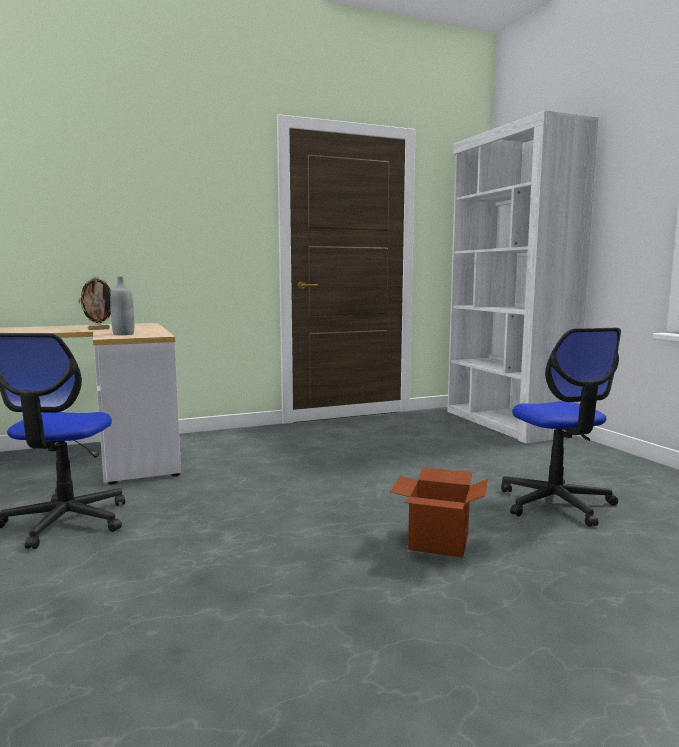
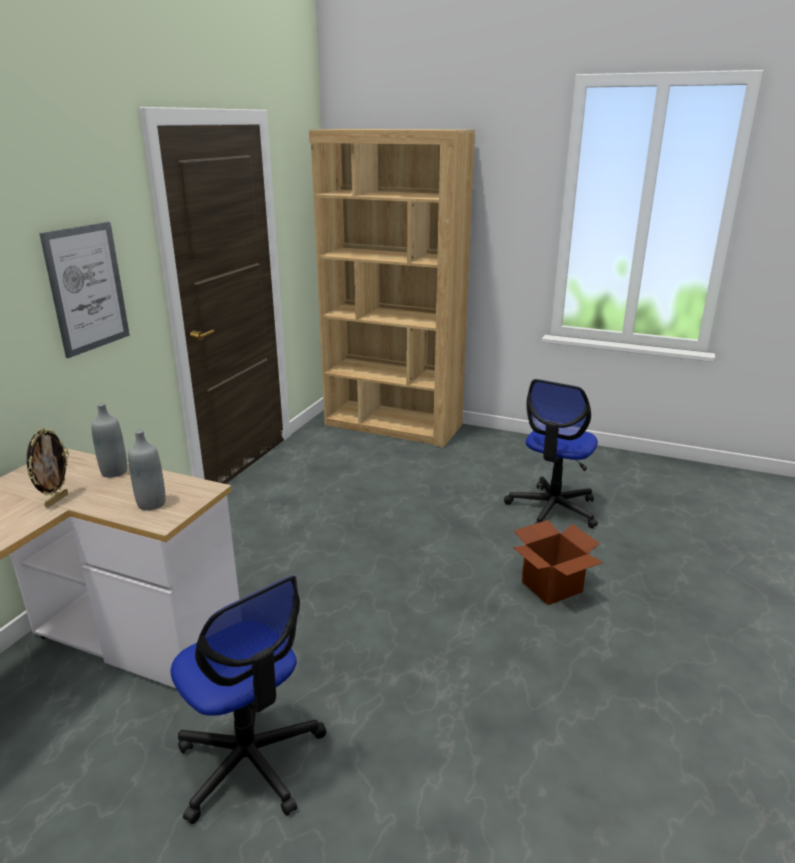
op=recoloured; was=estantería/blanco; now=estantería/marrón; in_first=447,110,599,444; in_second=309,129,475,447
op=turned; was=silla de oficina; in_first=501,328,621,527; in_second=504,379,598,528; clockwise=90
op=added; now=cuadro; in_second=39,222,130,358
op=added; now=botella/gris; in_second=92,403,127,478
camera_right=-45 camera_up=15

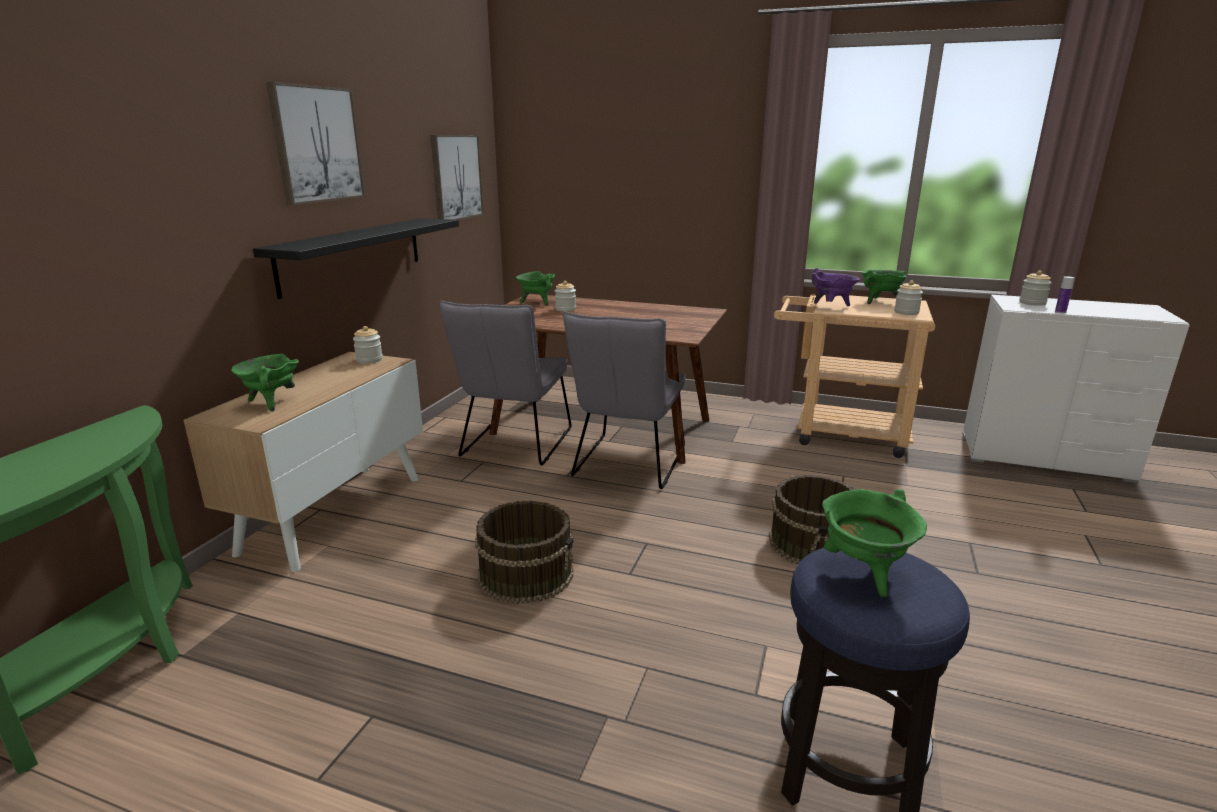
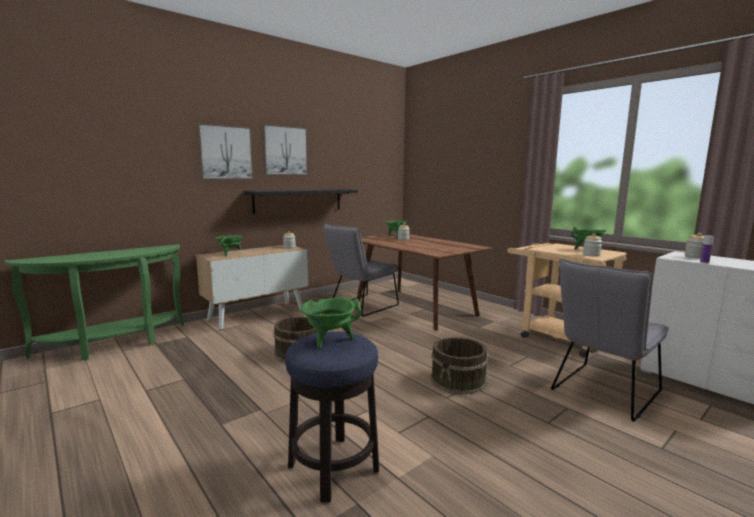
op=moved; was=cuadro; in_first=430,135,484,220; in_second=197,123,254,179
op=removed; was=olla/morado; in_first=811,268,860,306
op=moved; was=silla/gris; in_first=562,311,686,489; in_second=551,259,669,422
camera_right=30 camera_up=-10

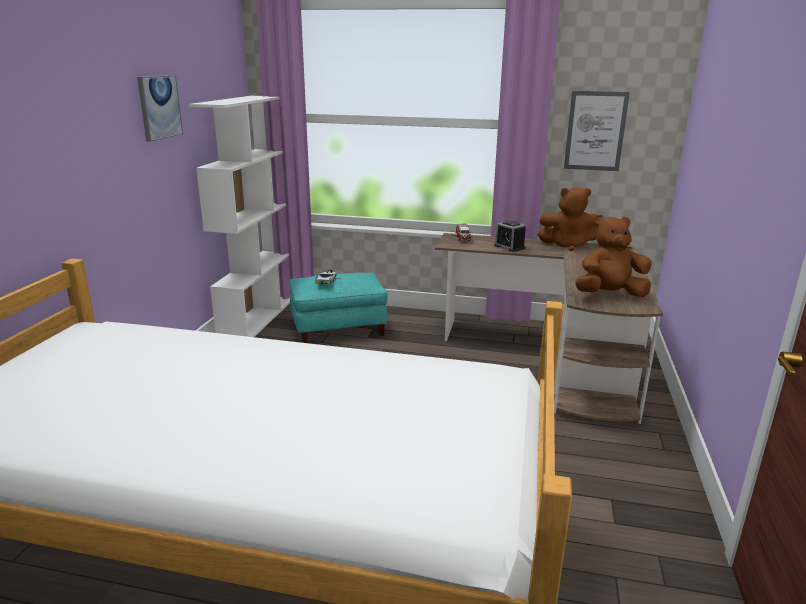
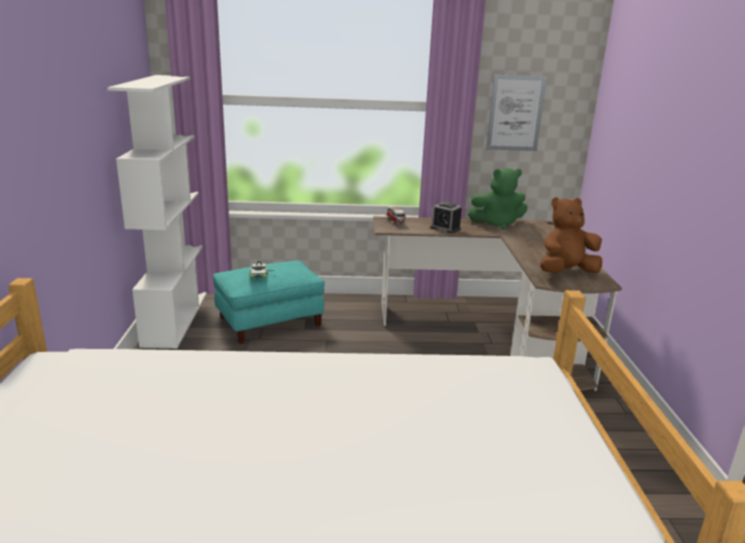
op=removed; was=cuadro; in_first=137,75,183,142
op=recoloured; was=peluche/marrón; now=peluche/verde; in_first=538,187,598,251; in_second=468,168,528,229
camera_right=-15 camera_up=0

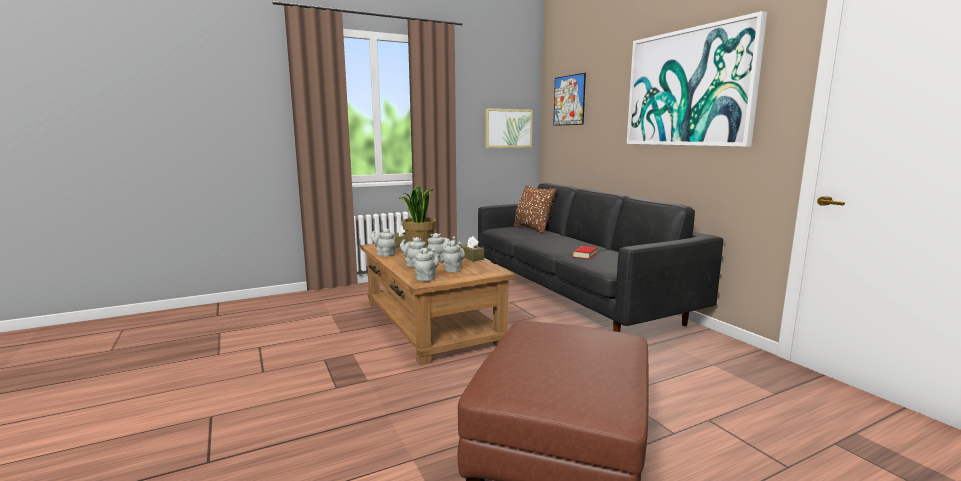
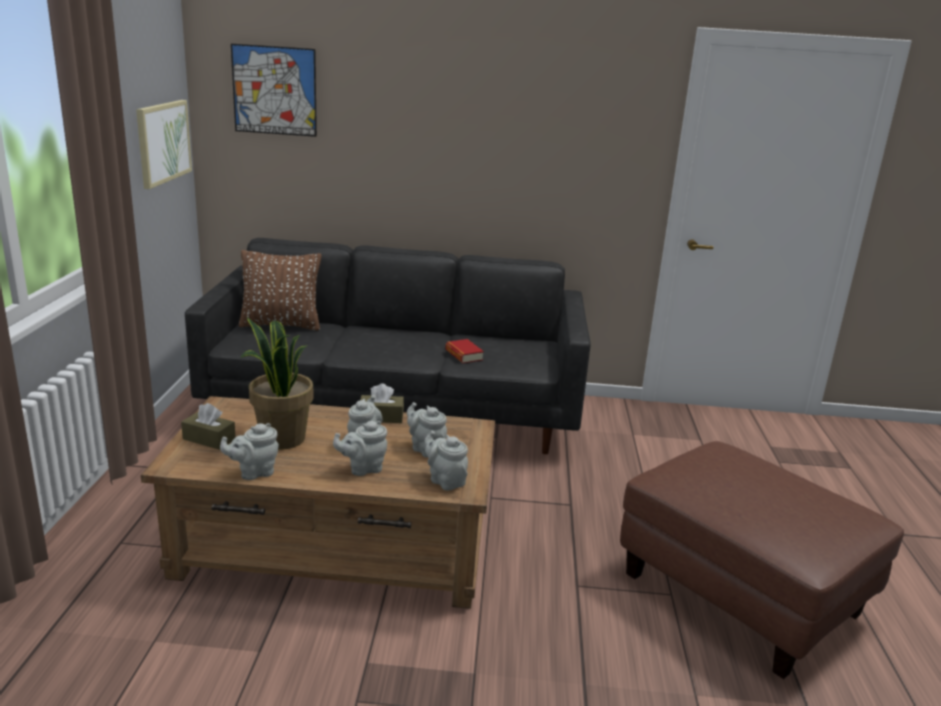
op=removed; was=cuadro; in_first=627,11,767,147
camera_right=-60 camera_up=10

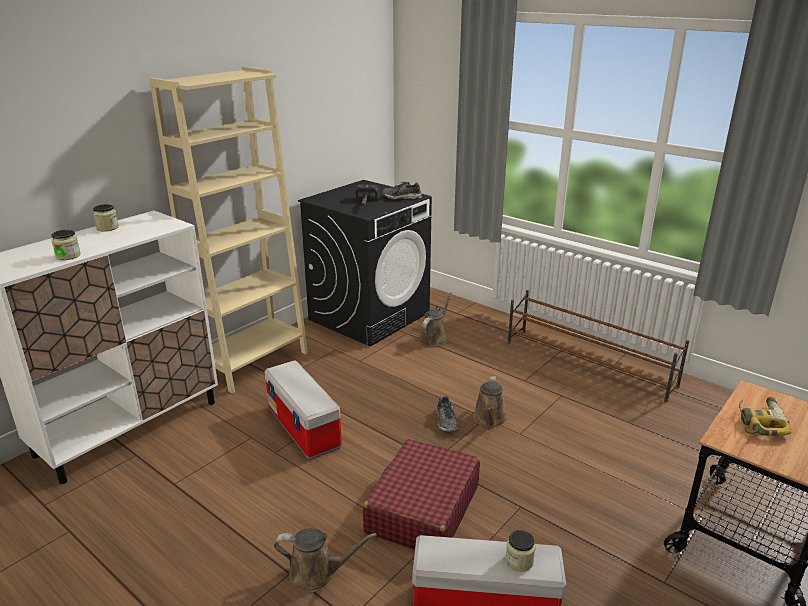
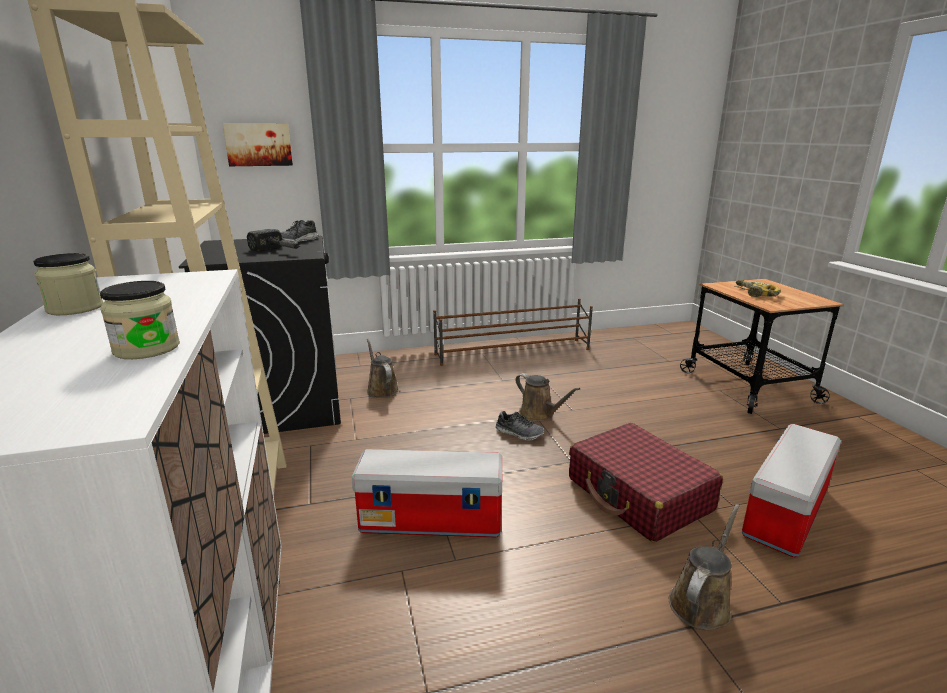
op=removed; was=tarro; in_first=505,530,536,572
op=added; now=cuadro; in_second=222,123,293,166
camera_right=-55 camera_up=-5

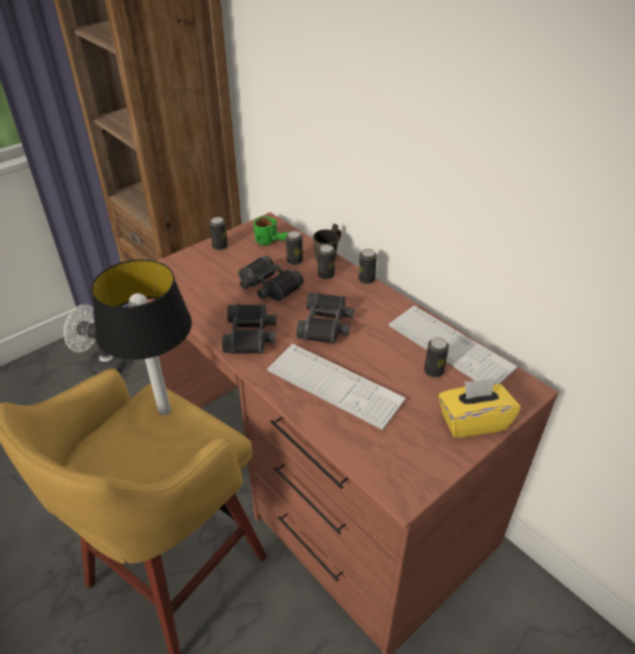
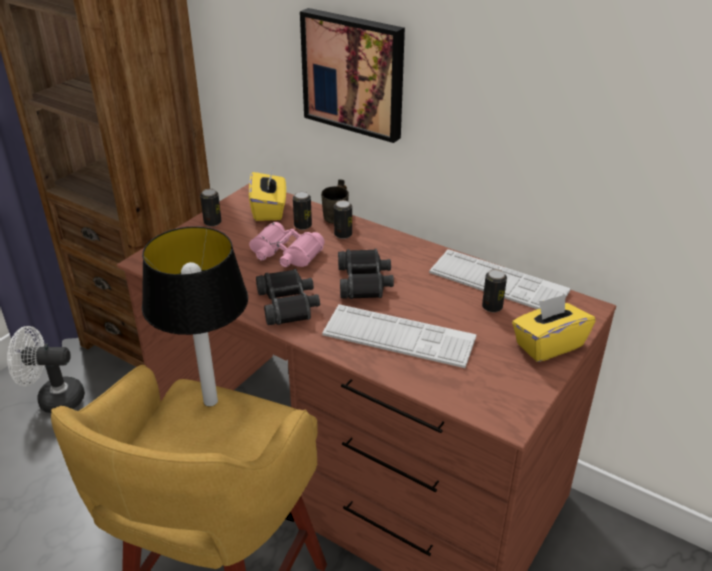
op=replaced; was=taza grande/verde; now=caja de pañuelos/amarillo; in_first=253,216,288,246; in_second=249,166,286,221
op=removed; was=lata; in_first=358,249,377,284
op=recoloured; was=prismáticos/negro; now=prismáticos/rosa; in_first=238,255,304,301; in_second=249,222,325,267
op=added; now=cuadro; in_second=300,8,405,143
camera_right=-15 camera_up=-5

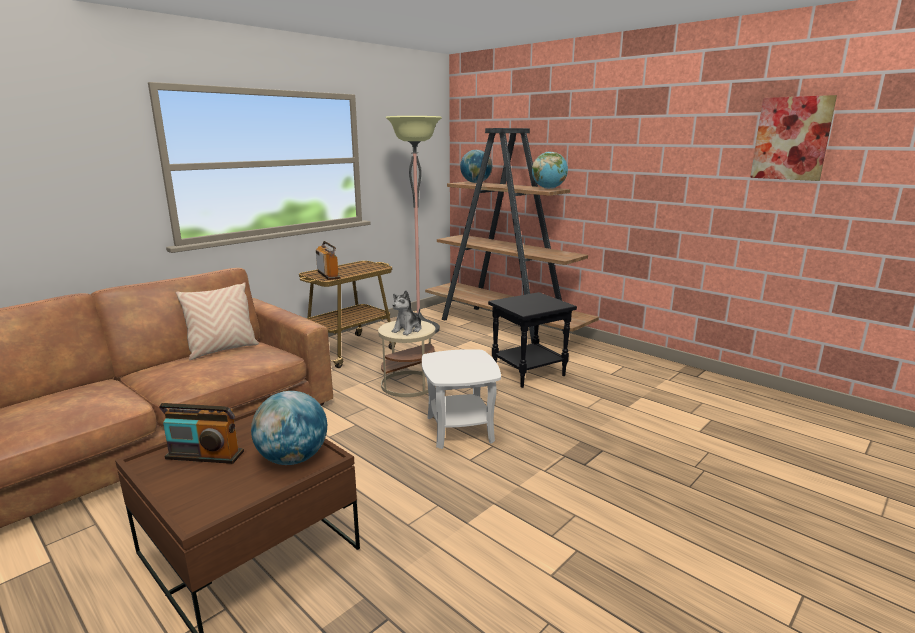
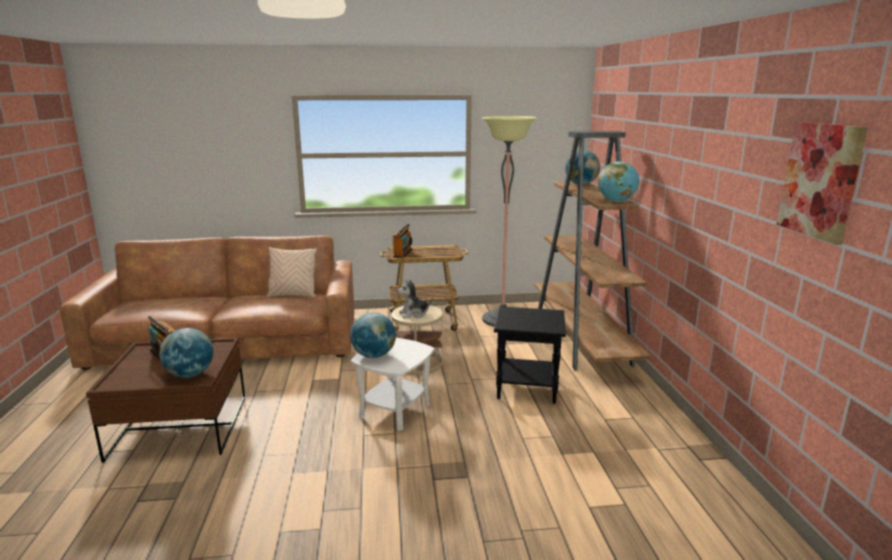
op=added; now=globo terráqueo; in_second=350,313,396,358
camera_right=40 camera_up=0

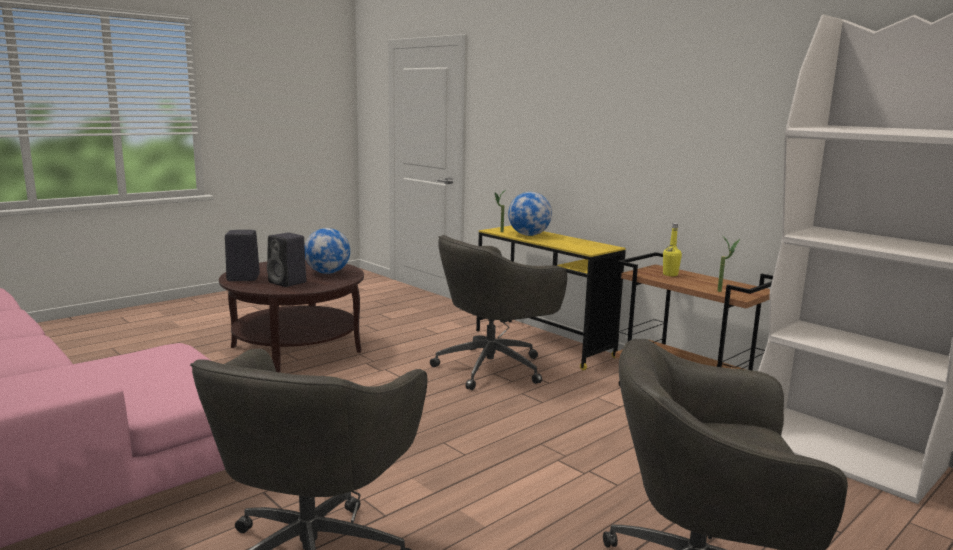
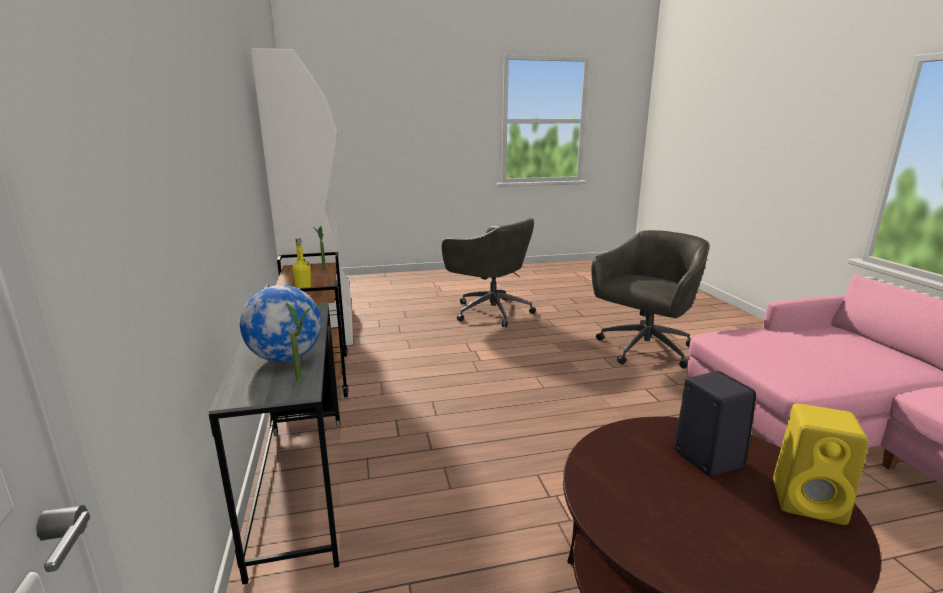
op=recoloured; was=escritorio/amarillo; now=escritorio/gris; in_first=476,226,626,370; in_second=209,302,340,585
op=removed; was=globo terráqueo; in_first=305,228,350,274
op=recoloured; was=altavoz/negro; now=altavoz/amarillo; in_first=225,230,260,281; in_second=773,403,868,525
op=removed; was=silla de oficina/gris; in_first=430,235,567,390
camera_right=-150 camera_up=5

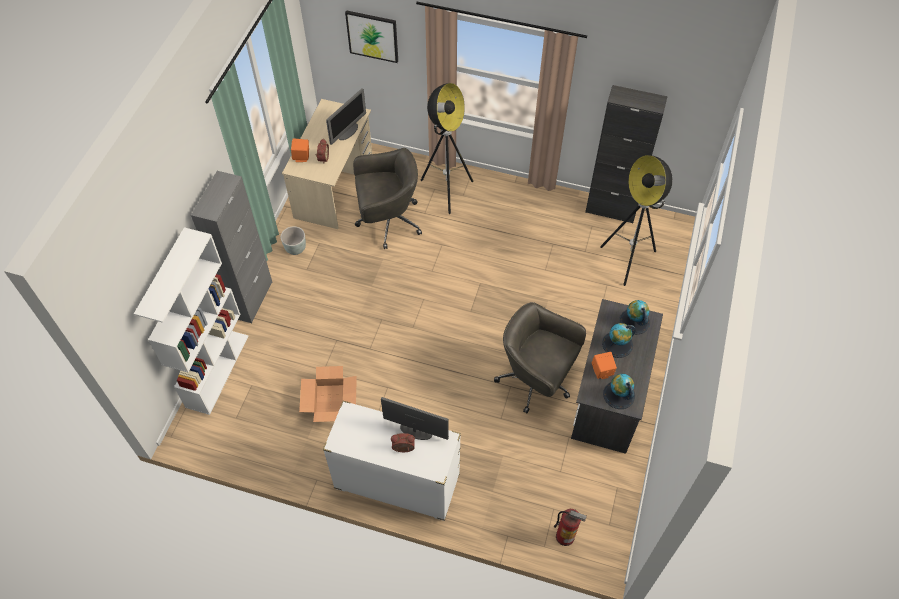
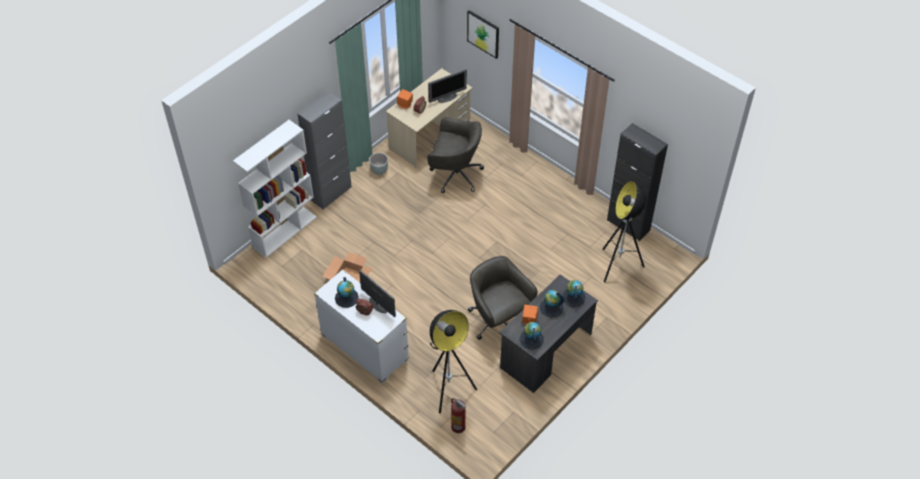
op=moved; was=lámpara de pie; in_first=421,83,473,214; in_second=430,310,477,413
op=added; now=globo terráqueo; in_second=335,277,359,308
camera_right=25 camera_up=-5

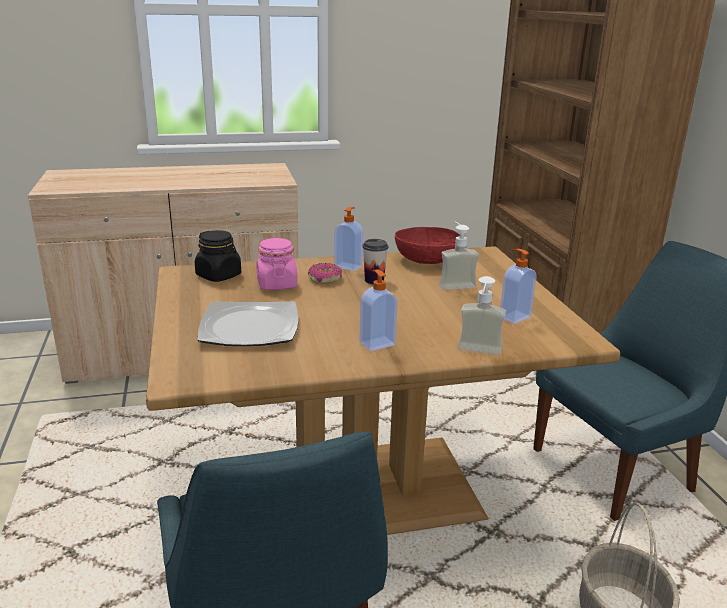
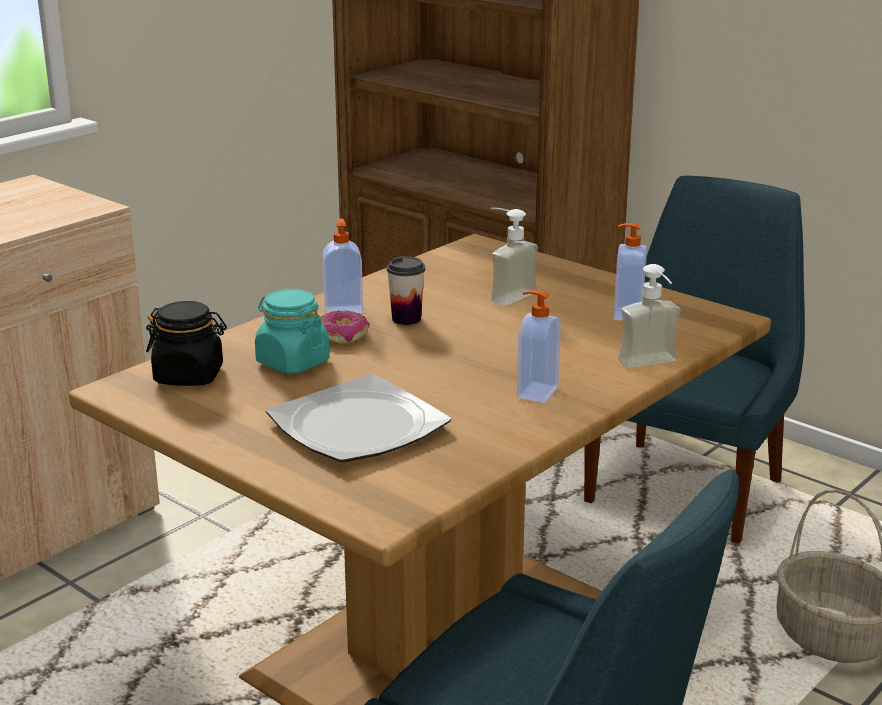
op=removed; was=cuenco/rojo; in_first=395,227,460,264
op=recoloured; was=tarro/rosa; now=tarro/turquesa; in_first=256,238,298,290; in_second=255,289,330,374
camera_right=-35 camera_up=0

